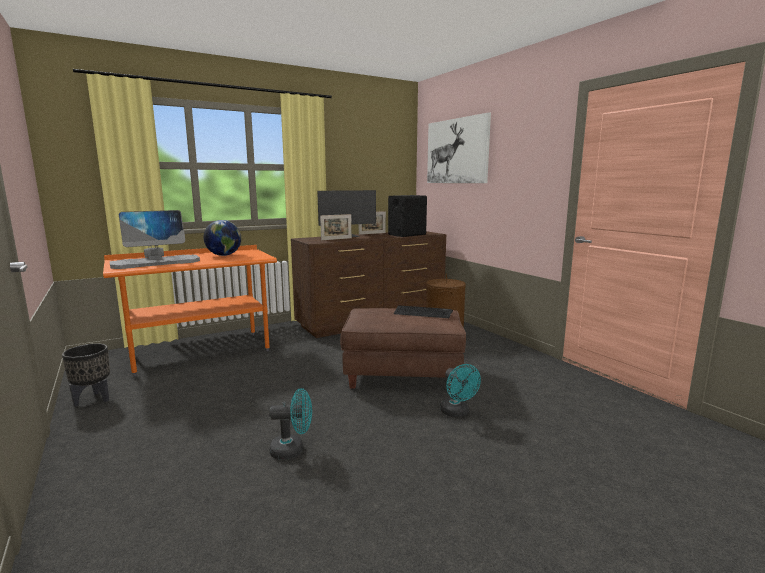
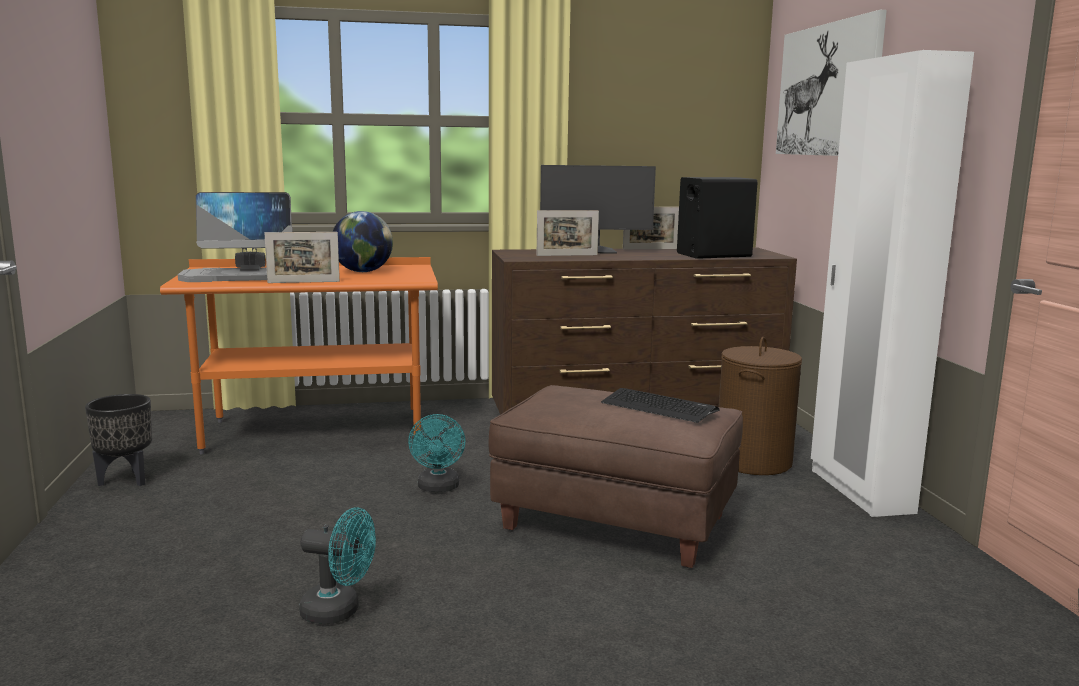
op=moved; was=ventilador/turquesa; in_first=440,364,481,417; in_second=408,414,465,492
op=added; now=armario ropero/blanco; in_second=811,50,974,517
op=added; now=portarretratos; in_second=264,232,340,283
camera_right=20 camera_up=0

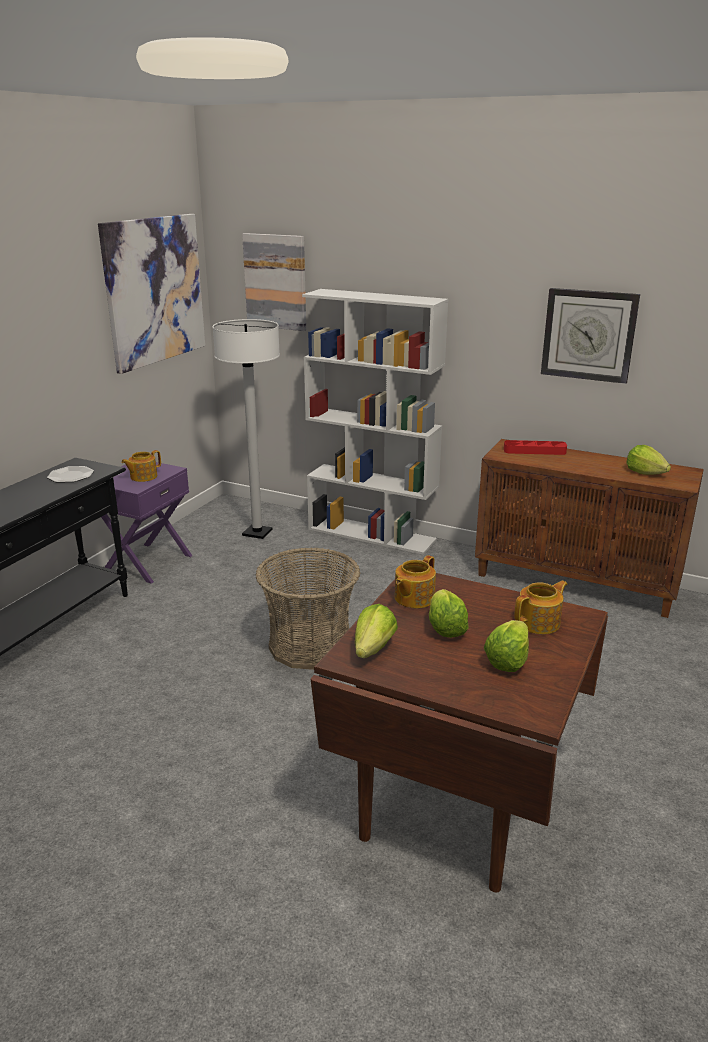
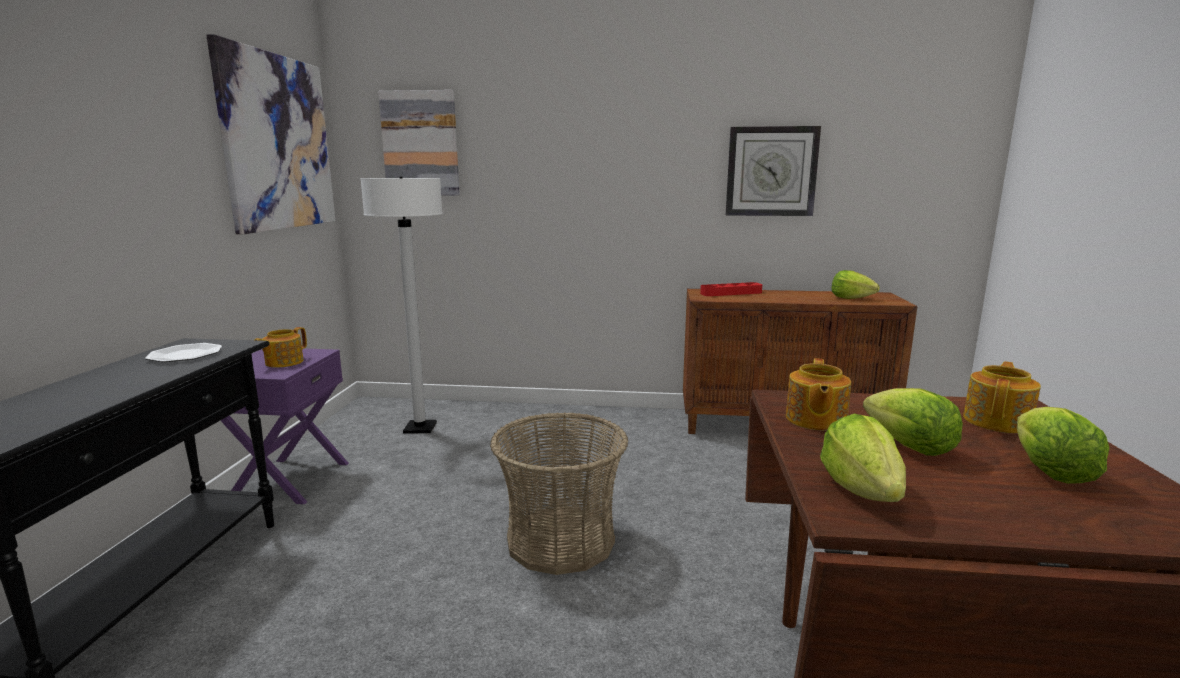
op=removed; was=estantería/blanco; in_first=302,289,448,555
camera_right=-20 camera_up=-10

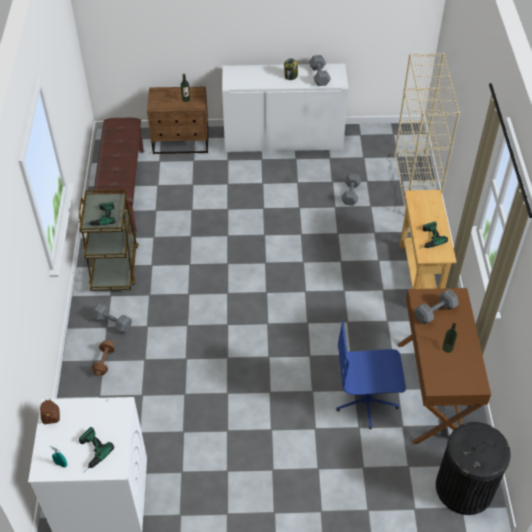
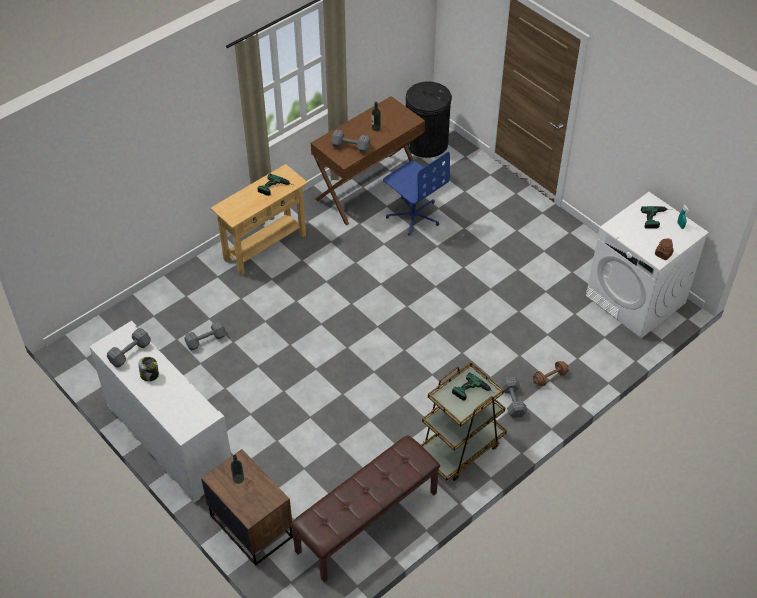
op=removed; was=estantería/beis; in_first=394,53,460,215
camera_right=-130 camera_up=0

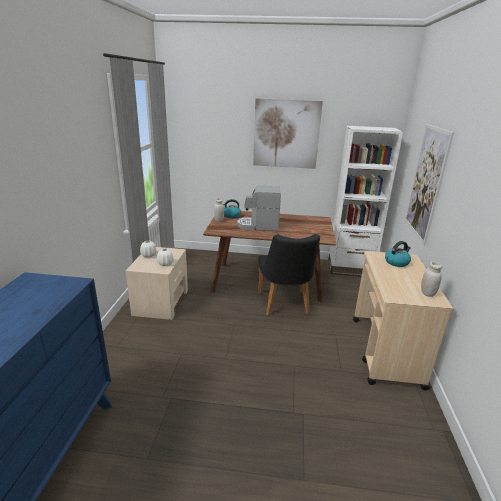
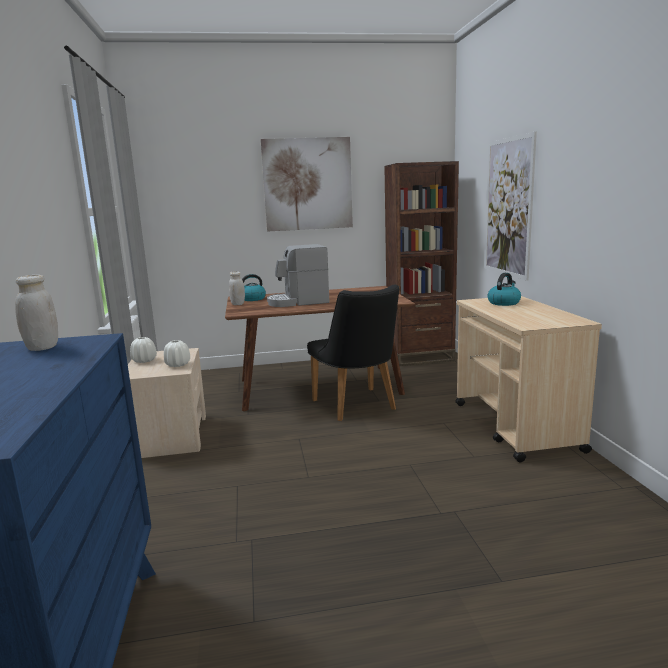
op=recoloured; was=estantería/blanco; now=estantería/marrón; in_first=328,126,403,277; in_second=384,161,459,366
op=moved; was=tarro/blanco; in_first=421,261,442,297; in_second=15,275,58,351
camera_right=-15 camera_up=-10

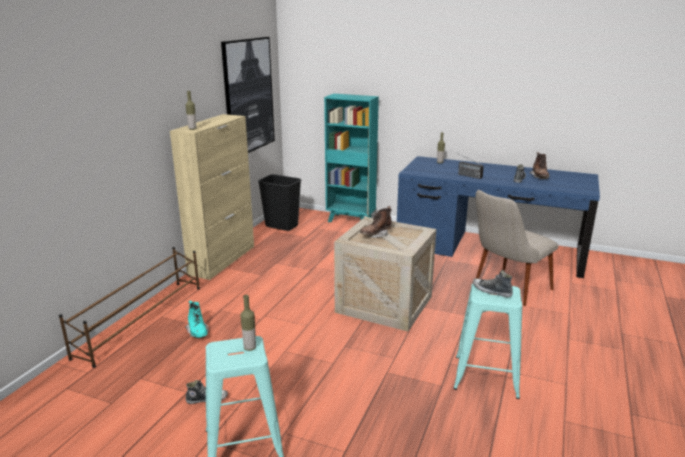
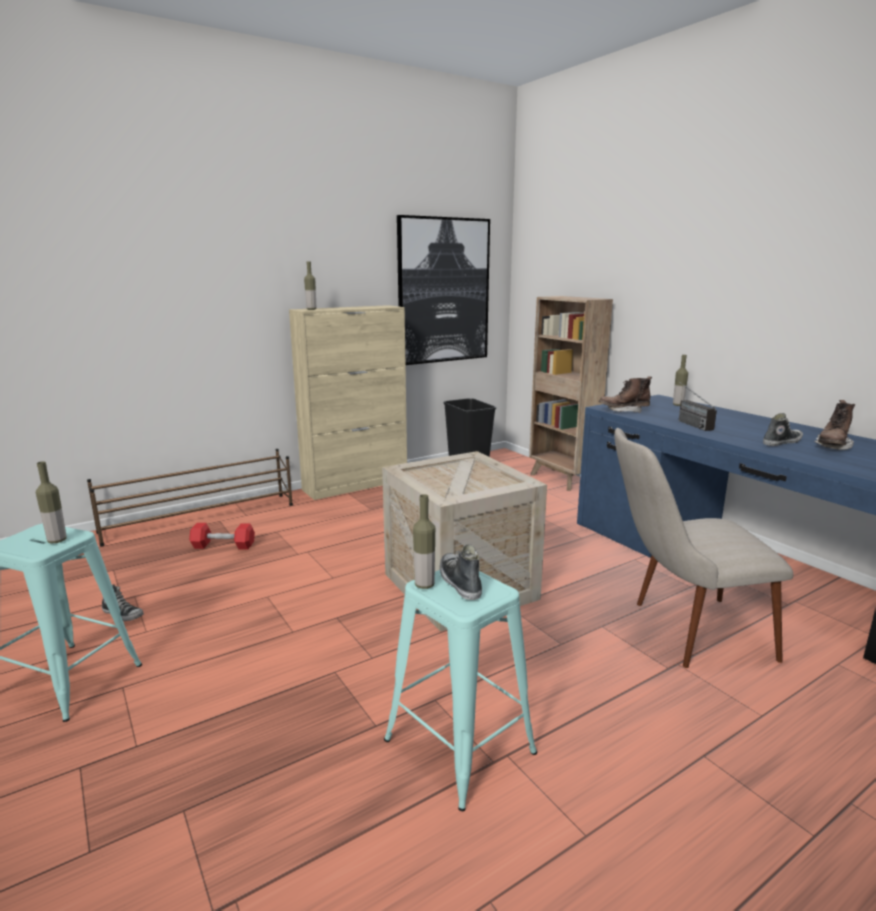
op=recoloured; was=estantería/turquesa; now=estantería/marrón; in_first=324,94,379,222; in_second=529,296,613,491
op=moved; was=bota/marrón; in_first=360,206,392,238; in_second=599,376,652,413
op=replaced; was=bota/turquesa; now=mancuerna/rojo; in_first=185,301,209,338; in_second=189,523,255,550
op=added; now=botella; in_second=413,494,435,589
camera_right=35 camera_up=-5

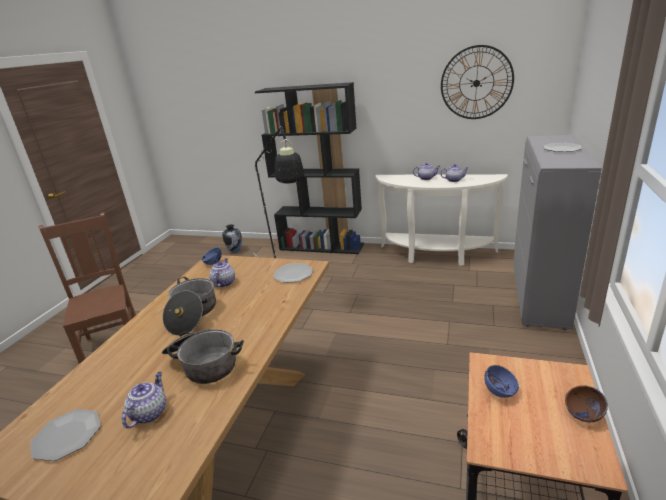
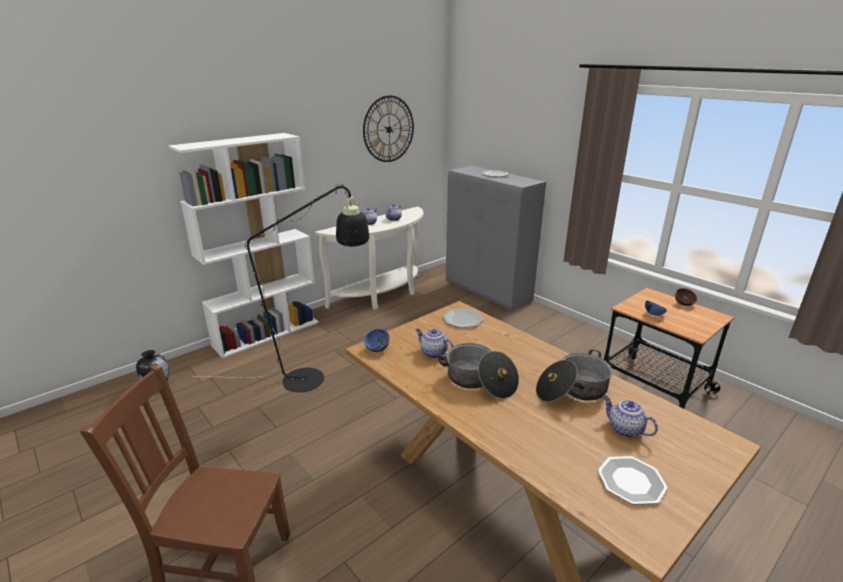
op=recoloured; was=estantería/negro; now=estantería/blanco; in_first=255,82,364,254; in_second=168,133,319,358
camera_right=-60 camera_up=0

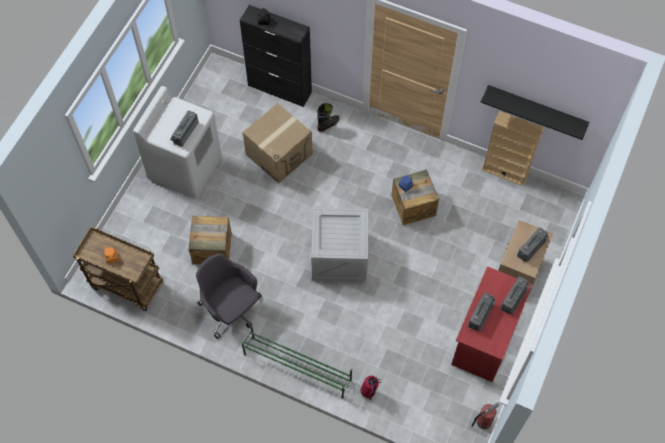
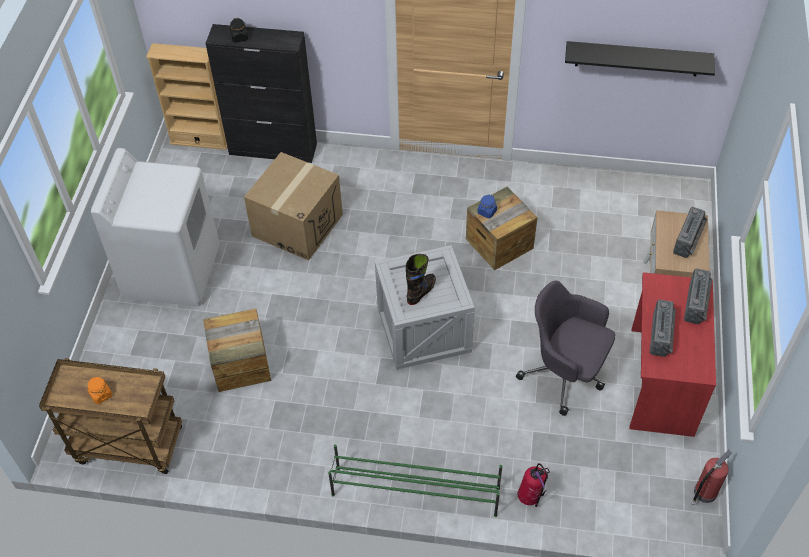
op=moved; was=bota/negro; in_first=317,103,340,132; in_second=406,254,436,305
op=removed; was=radio; in_first=170,110,198,147
op=moved; was=estantería/beis; in_first=482,111,544,186; in_second=146,43,227,150
op=moved; was=silla de oficina/gris; in_first=196,253,262,339; in_second=516,281,615,416
camera_right=-15 camera_up=-10

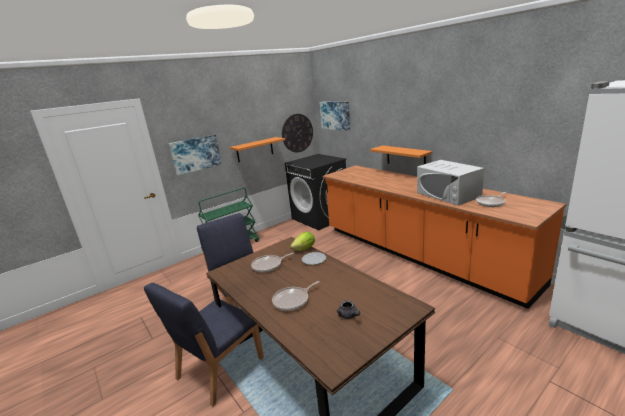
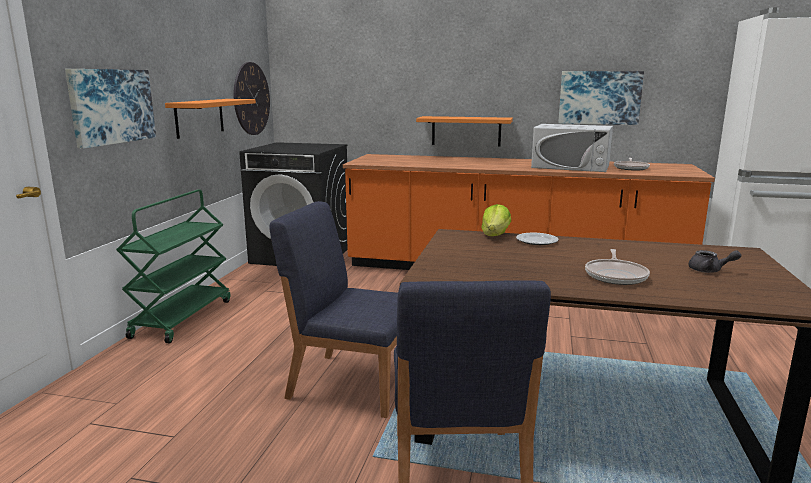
op=moved; was=cuadro; in_first=319,102,350,131; in_second=558,71,644,125
op=removed; was=sartén; in_first=251,252,294,273
camera_right=-40 camera_up=-5

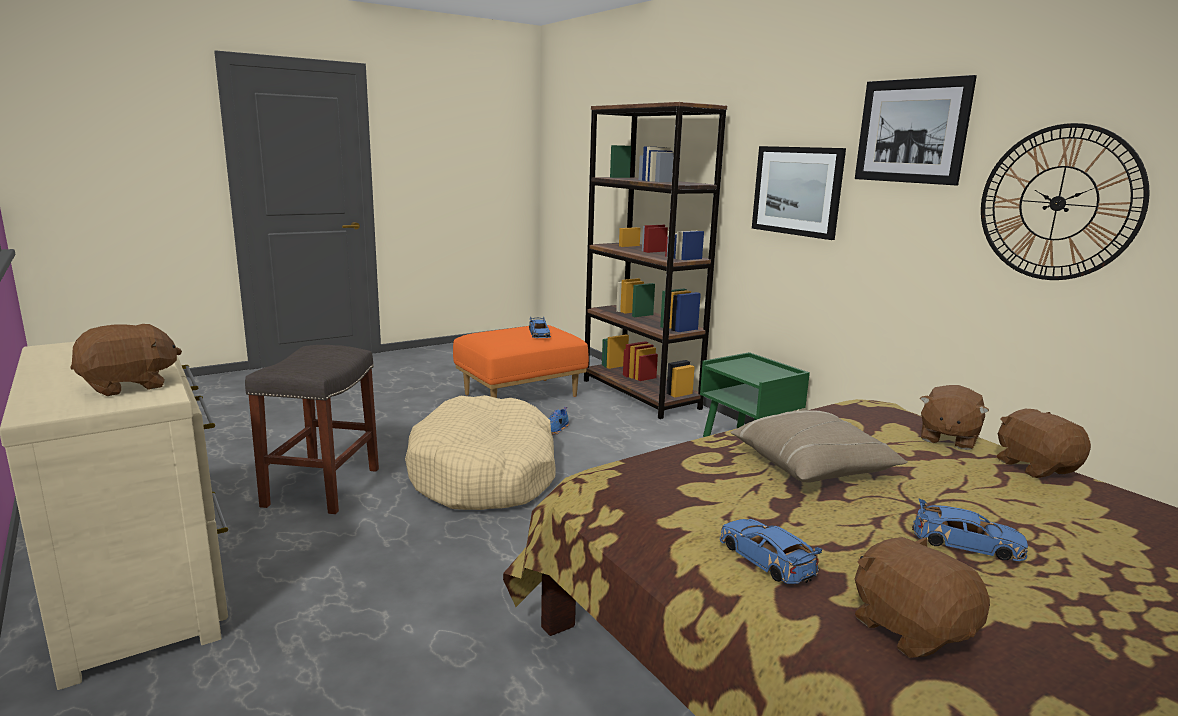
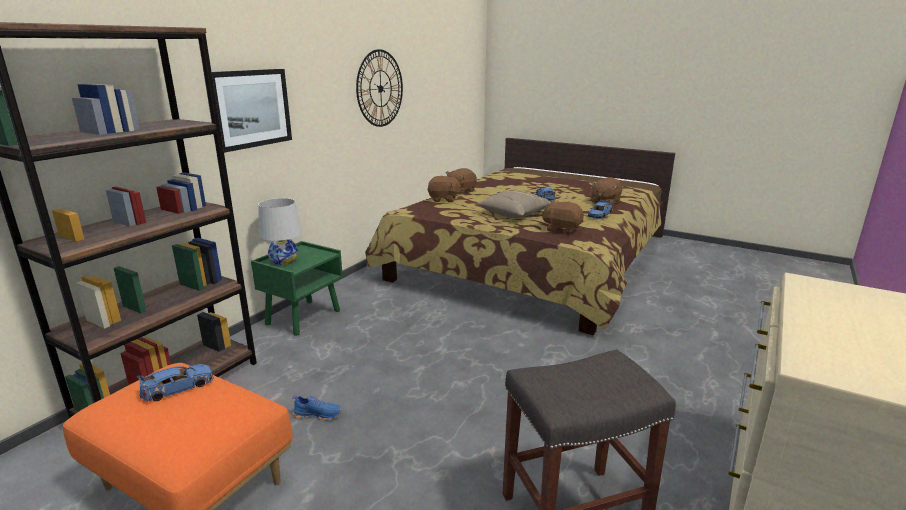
op=removed; was=cuadro; in_first=855,75,977,185
op=moved; was=peluche/marrón; in_first=70,324,182,396; in_second=541,201,584,234
op=removed; was=cama para perro/beis; in_first=405,395,556,510
op=added; now=lámpara de mesa/blanco; in_second=258,198,302,265
camera_right=-115 camera_up=5

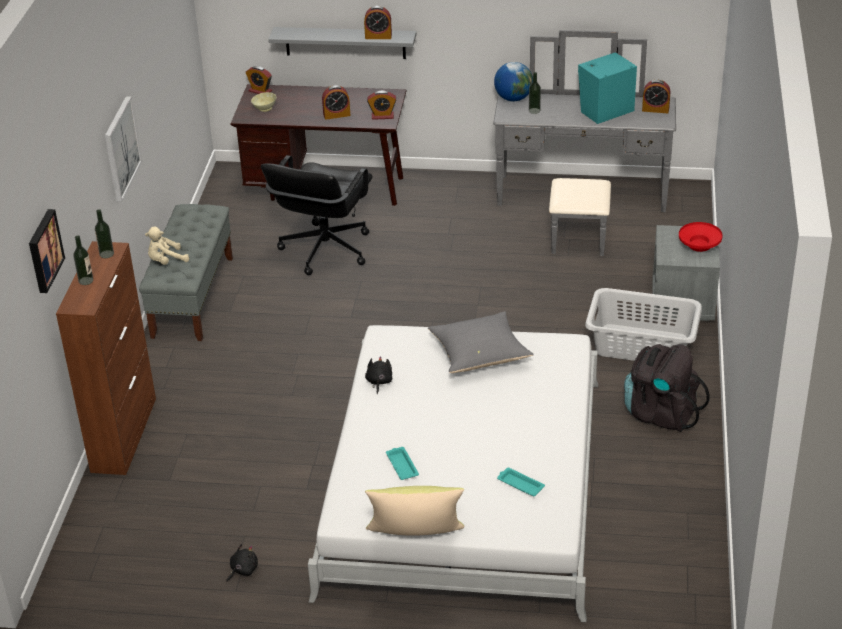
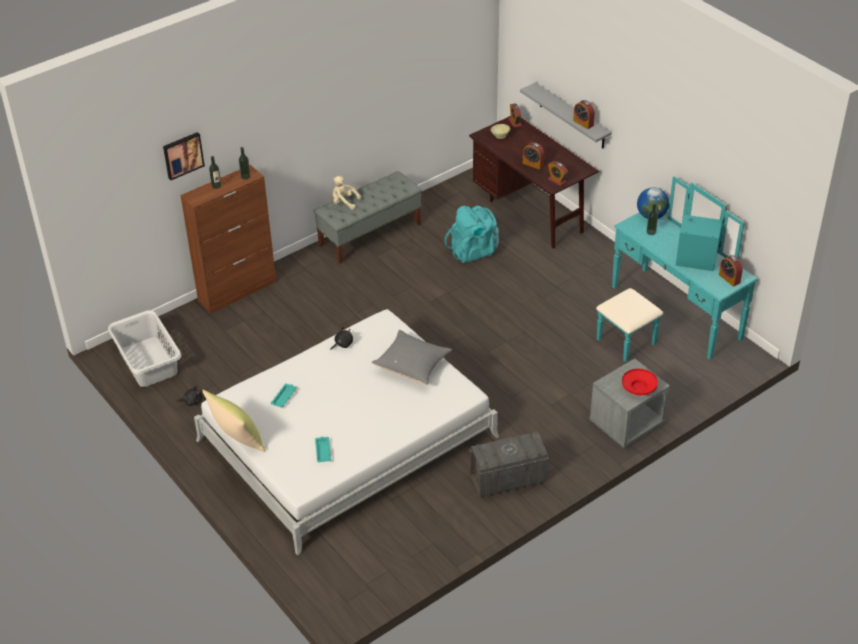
op=recoloured; was=cómoda/gris; now=cómoda/turquesa; in_first=493,30,676,256; in_second=596,176,758,362
op=removed; was=cuadro; in_first=105,96,142,202
op=replaced; was=silla de oficina/negro; now=mochila/turquesa; in_first=261,155,372,275; in_second=444,206,499,263
op=moved; was=cesto de la ropa/gris; in_first=585,288,702,361; in_second=108,310,182,387
op=replaced; was=mochila/negro; now=caja de almacenaje/gris; in_first=624,344,710,432; in_second=469,432,549,497
camera_right=45 camera_up=5

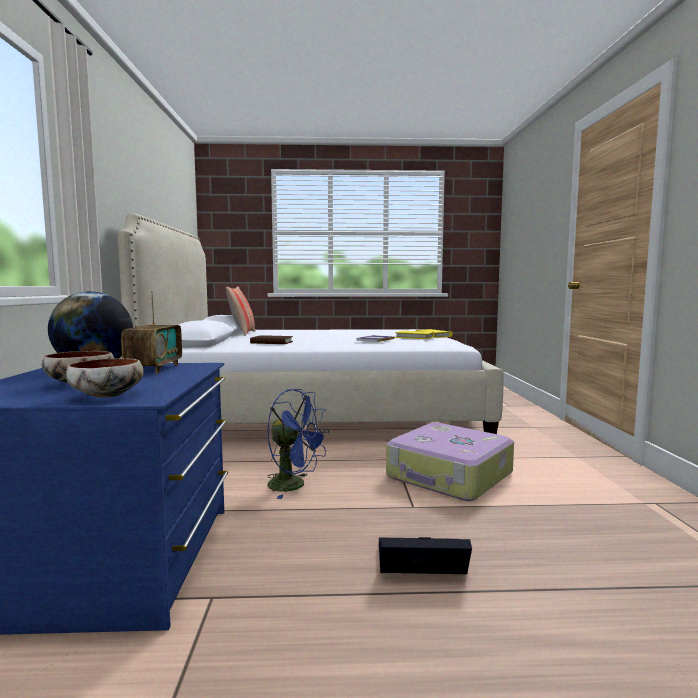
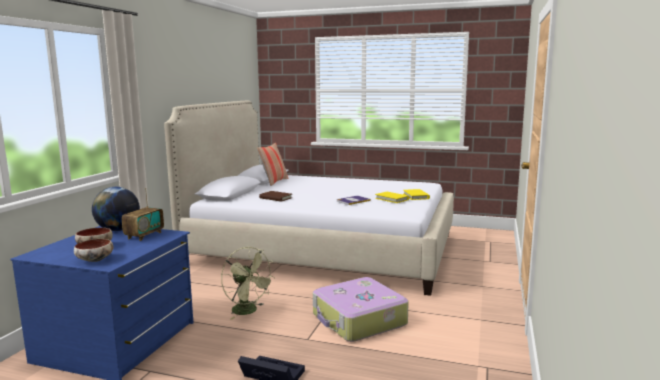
op=recoloured; was=ventilador/azul; now=ventilador/verde; in_first=267,389,329,499; in_second=221,247,275,320
camera_right=20 camera_up=5

